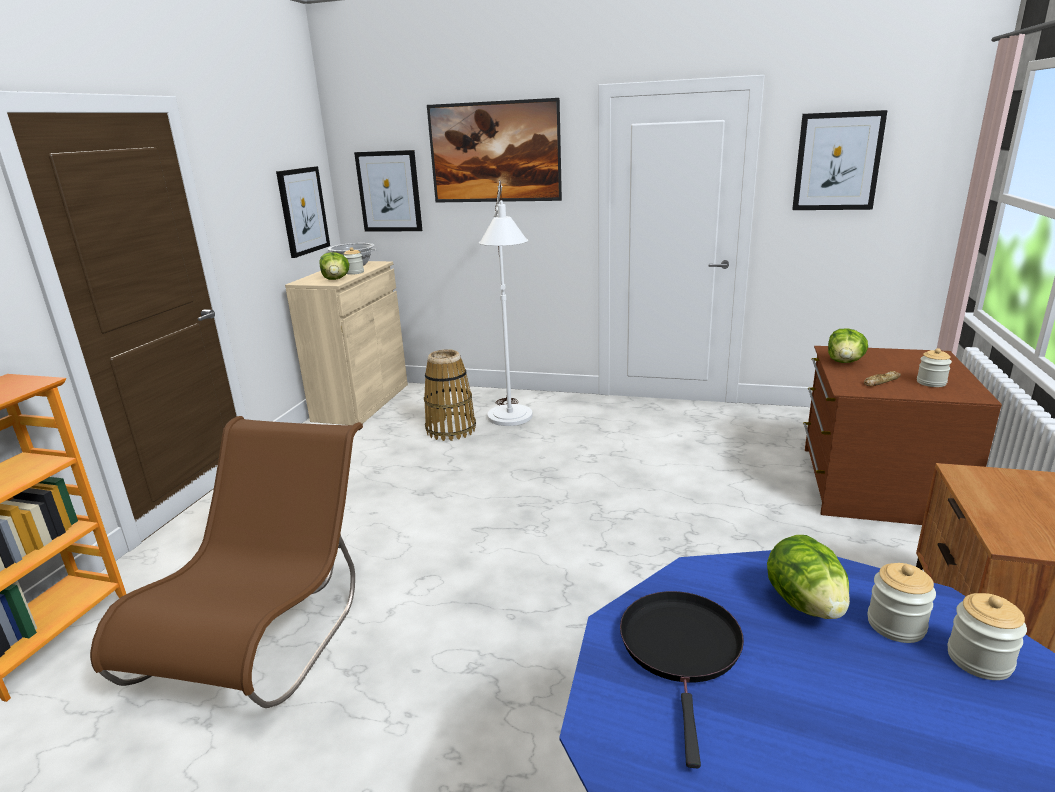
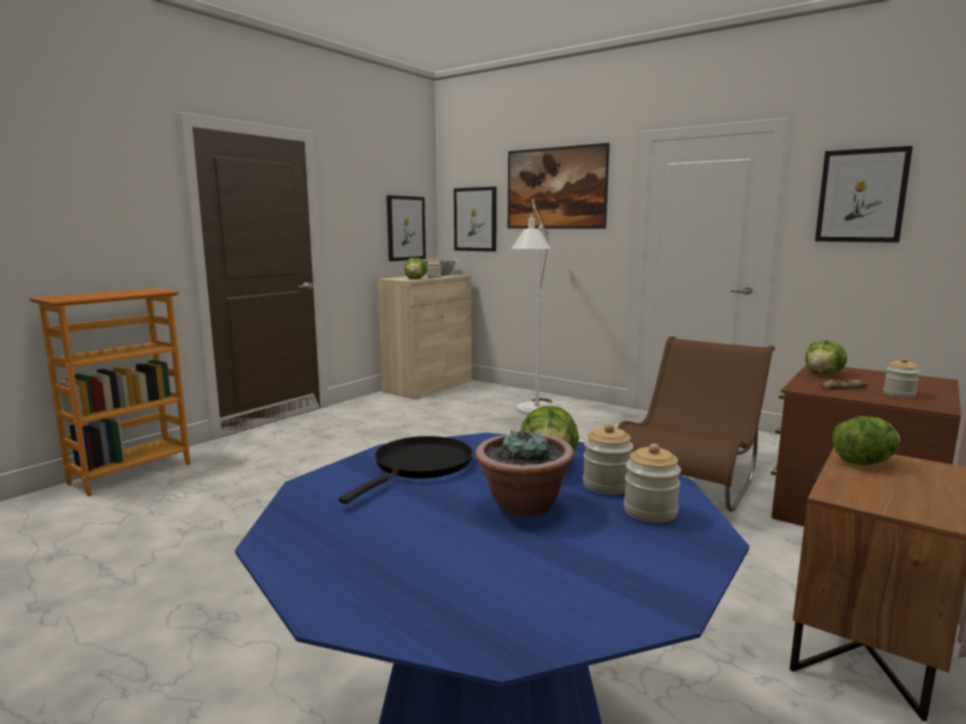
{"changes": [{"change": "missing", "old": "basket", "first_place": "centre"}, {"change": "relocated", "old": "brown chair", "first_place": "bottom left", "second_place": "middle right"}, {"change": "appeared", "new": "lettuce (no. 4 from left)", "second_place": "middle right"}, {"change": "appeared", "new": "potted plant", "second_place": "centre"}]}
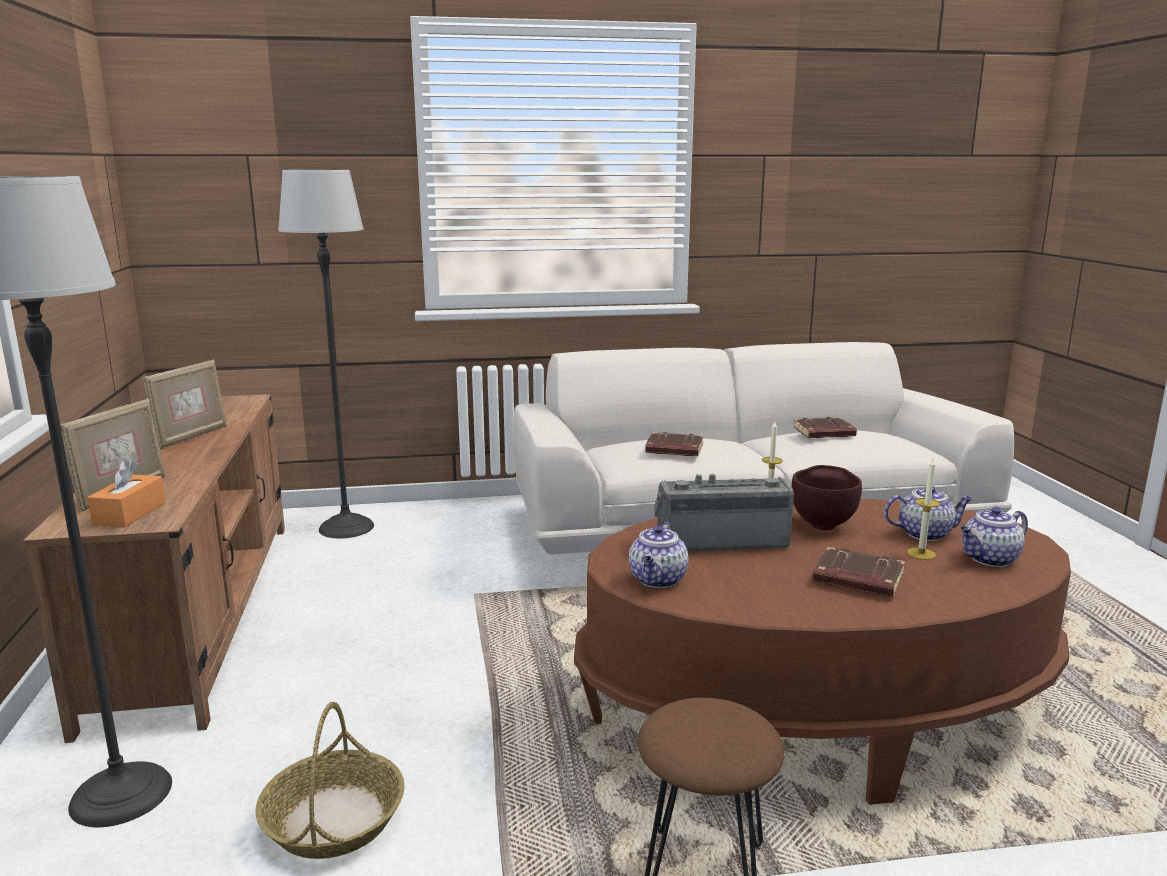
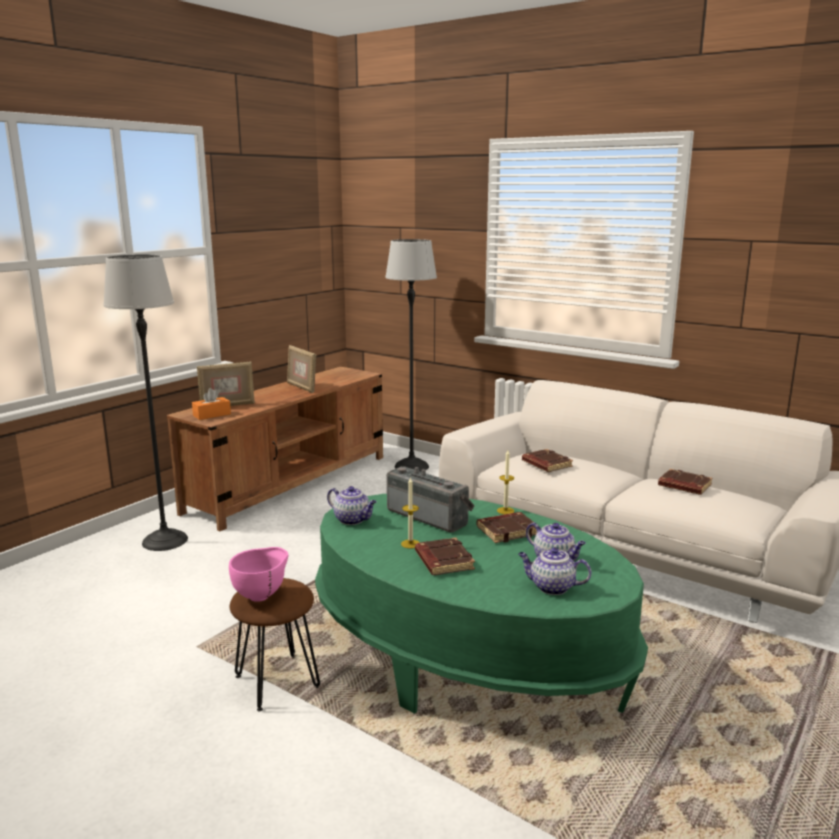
{"changes": [{"change": "spun", "old": "picture frame (no. 2 from left)", "first_place": "middle left", "second_place": "centre", "degrees": 75}, {"change": "relocated", "old": "candle (no. 2 from left in the first image)", "new": "candle (no. 1 from left)", "first_place": "middle right", "second_place": "centre"}, {"change": "exchanged", "old": "brown bowl", "new": "brown book (no. 2 from left)", "first_place": "middle right", "second_place": "centre"}, {"change": "colour", "old": "brown coffee table", "new": "green coffee table", "first_place": "bottom right", "second_place": "bottom centre"}, {"change": "spun", "old": "teapot (no. 1 from left)", "first_place": "centre", "second_place": "centre", "degrees": -120}, {"change": "missing", "old": "basket", "first_place": "bottom left"}, {"change": "appeared", "new": "pink bowl", "second_place": "bottom left"}]}
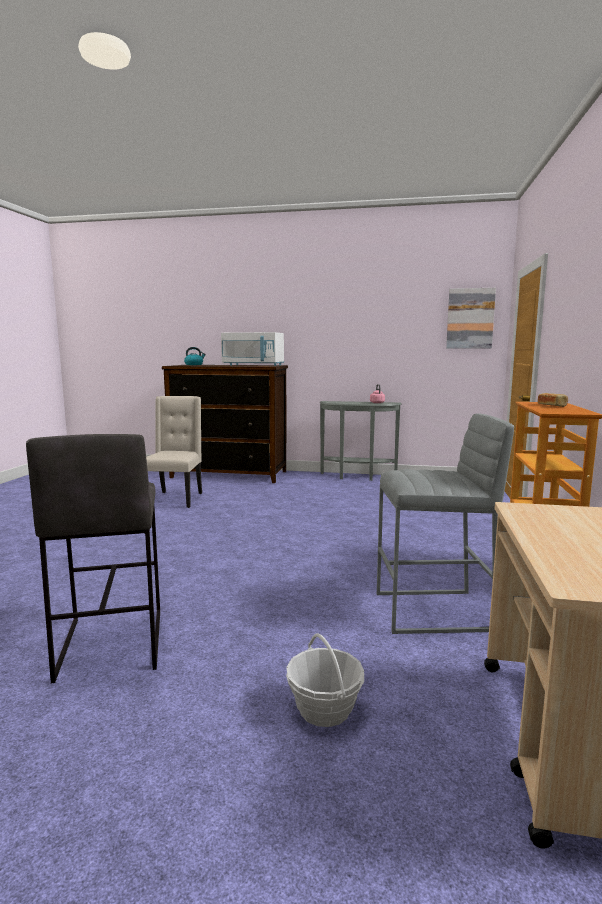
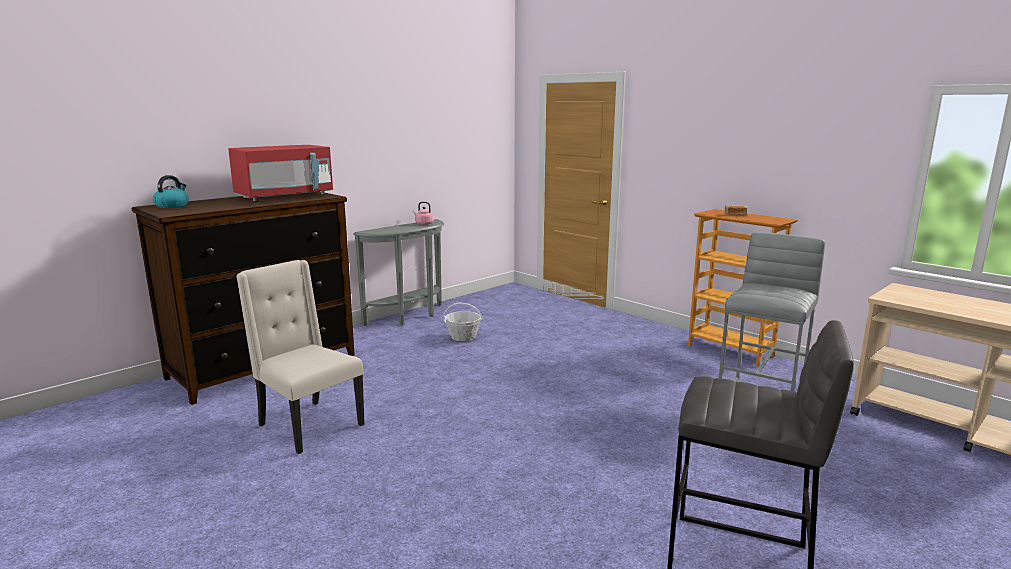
{"changes": [{"change": "missing", "old": "picture", "first_place": "middle right"}, {"change": "colour", "old": "white microwave", "new": "red microwave", "first_place": "centre", "second_place": "top left"}, {"change": "relocated", "old": "basket", "first_place": "bottom centre", "second_place": "centre"}]}
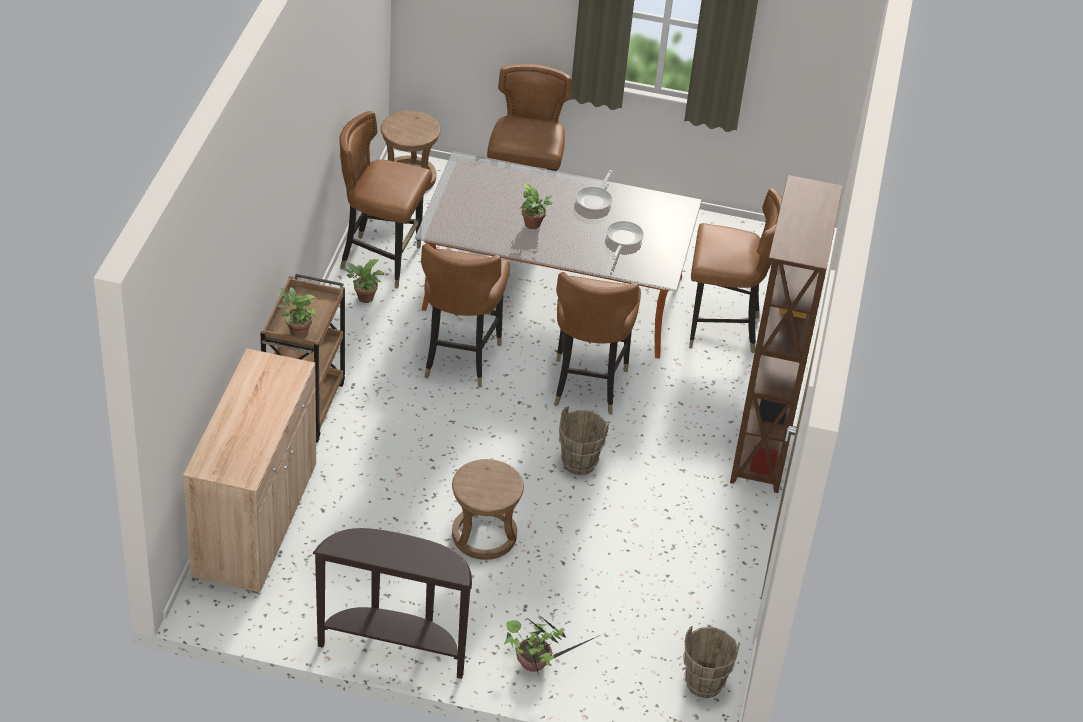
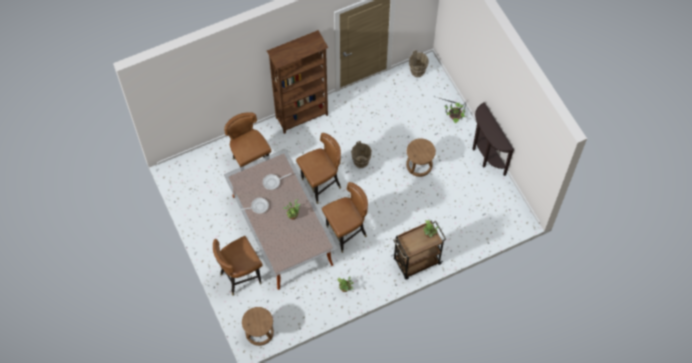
{"changes": [{"change": "missing", "old": "brown chair (no. 1 from left)", "first_place": "top centre"}, {"change": "missing", "old": "beige cabinet", "first_place": "middle left"}]}
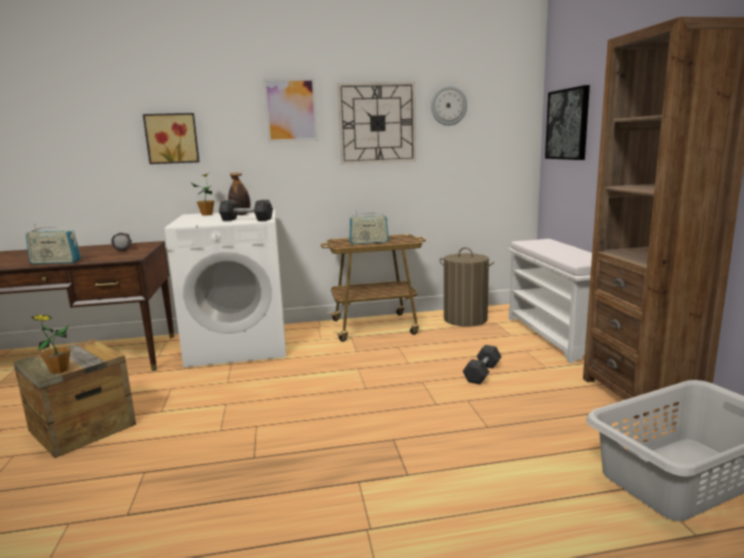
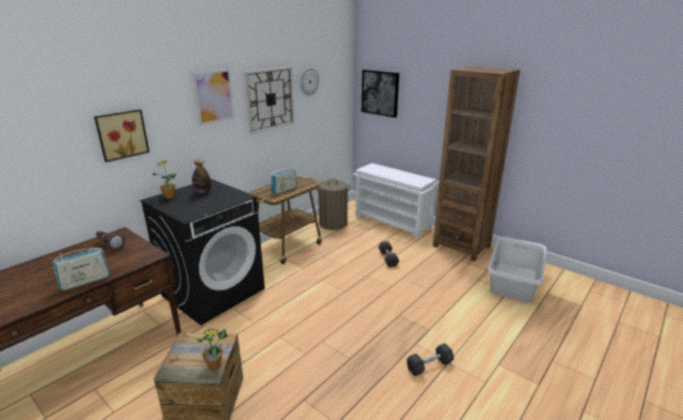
{"changes": [{"change": "relocated", "old": "grey dumbbell (no. 1 from left in the first image)", "new": "grey dumbbell (no. 2 from left)", "first_place": "middle left", "second_place": "bottom centre"}, {"change": "colour", "old": "white washing machine", "new": "black washing machine", "first_place": "middle left", "second_place": "middle left"}]}
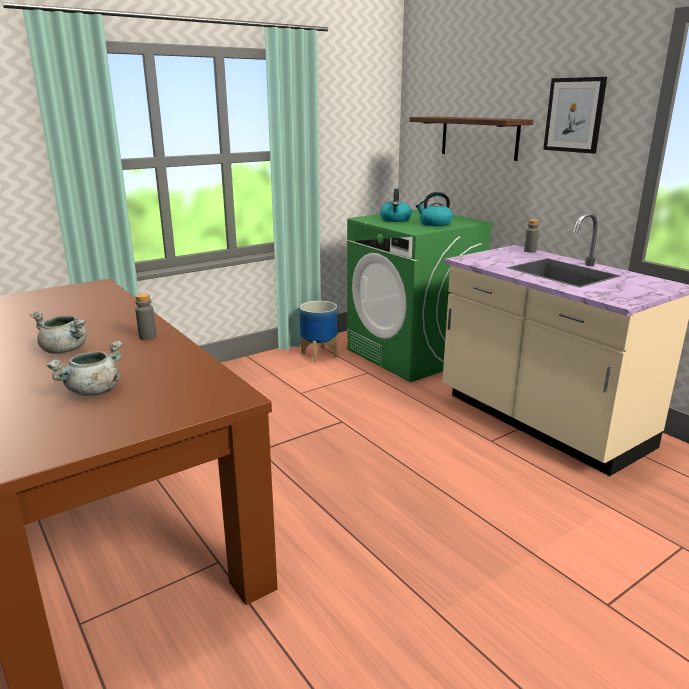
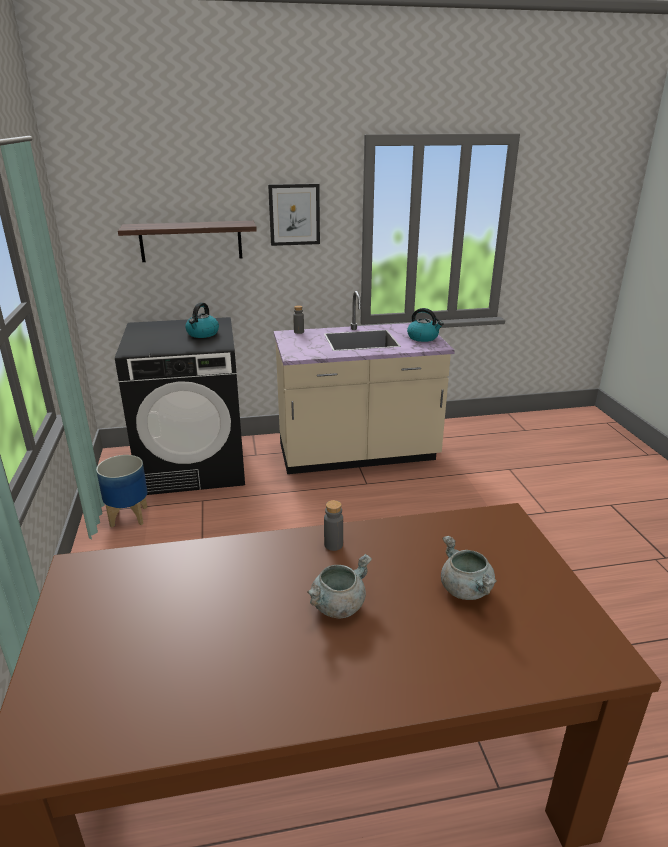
{"changes": [{"change": "relocated", "old": "kettle (no. 1 from left in the first image)", "new": "kettle (no. 2 from left)", "first_place": "top centre", "second_place": "centre"}, {"change": "colour", "old": "green washing machine", "new": "black washing machine", "first_place": "centre", "second_place": "middle left"}]}
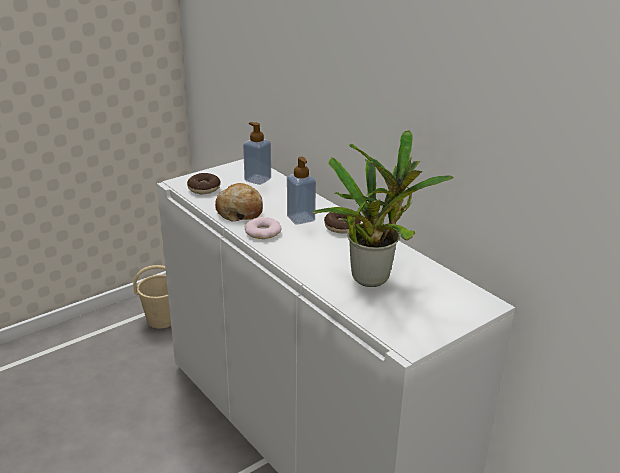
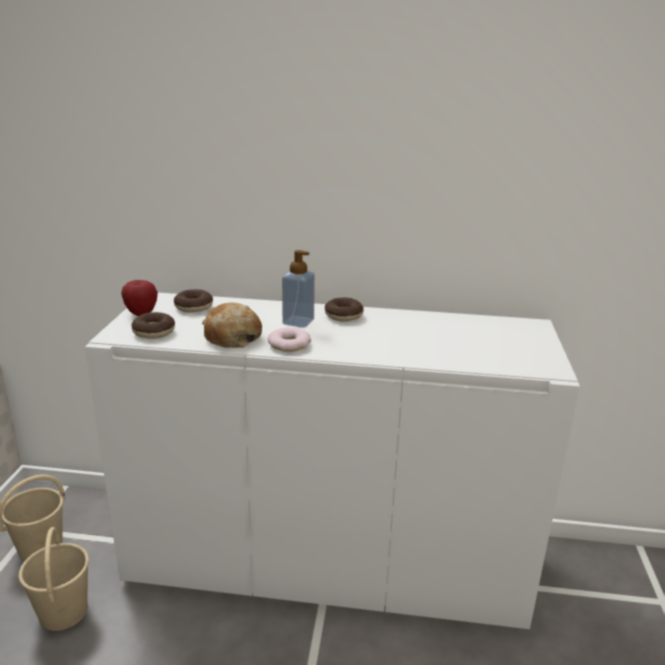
{"changes": [{"change": "exchanged", "old": "soap dispenser (no. 1 from left)", "new": "donut (no. 2 from left)", "first_place": "top centre", "second_place": "middle left"}, {"change": "missing", "old": "potted plant", "first_place": "centre"}, {"change": "appeared", "new": "apple", "second_place": "middle left"}, {"change": "appeared", "new": "beige bucket (no. 2 from left)", "second_place": "bottom left"}]}
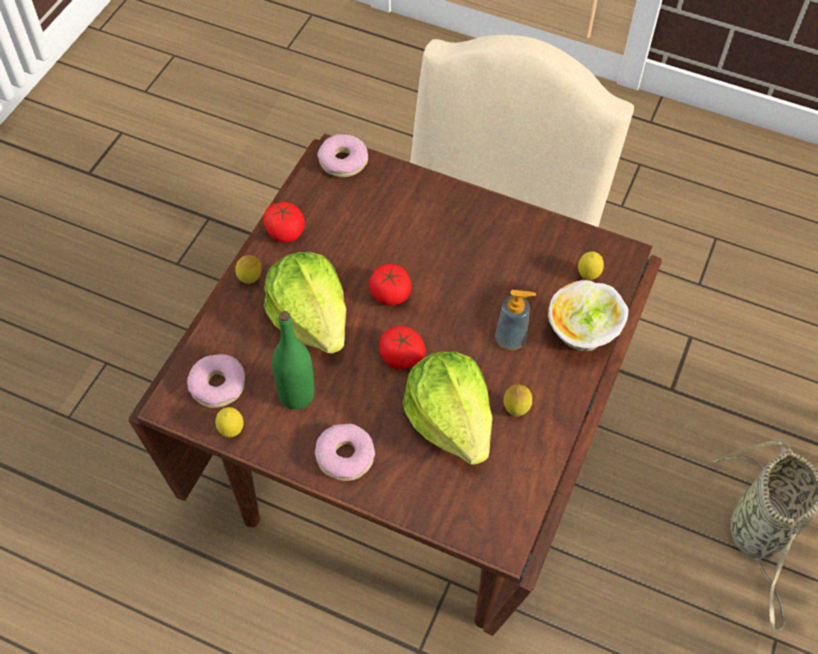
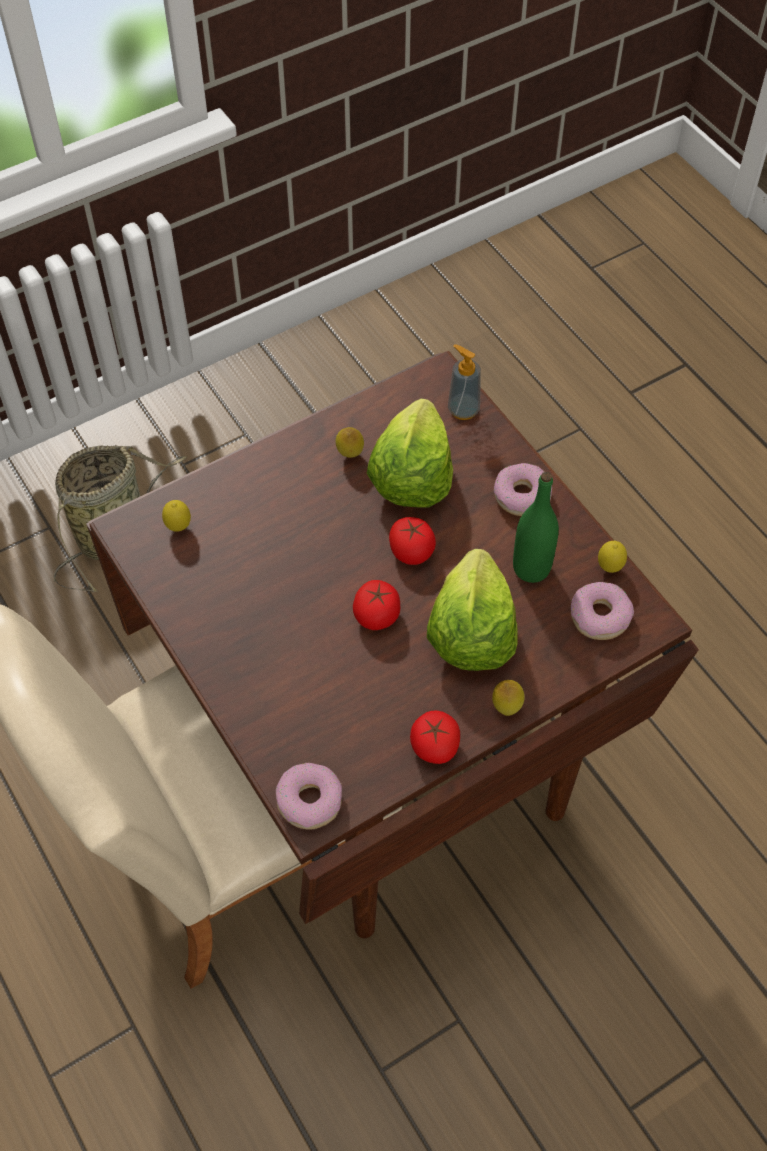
{"changes": [{"change": "missing", "old": "bowl", "first_place": "middle right"}, {"change": "relocated", "old": "soap dispenser", "first_place": "centre", "second_place": "top centre"}]}
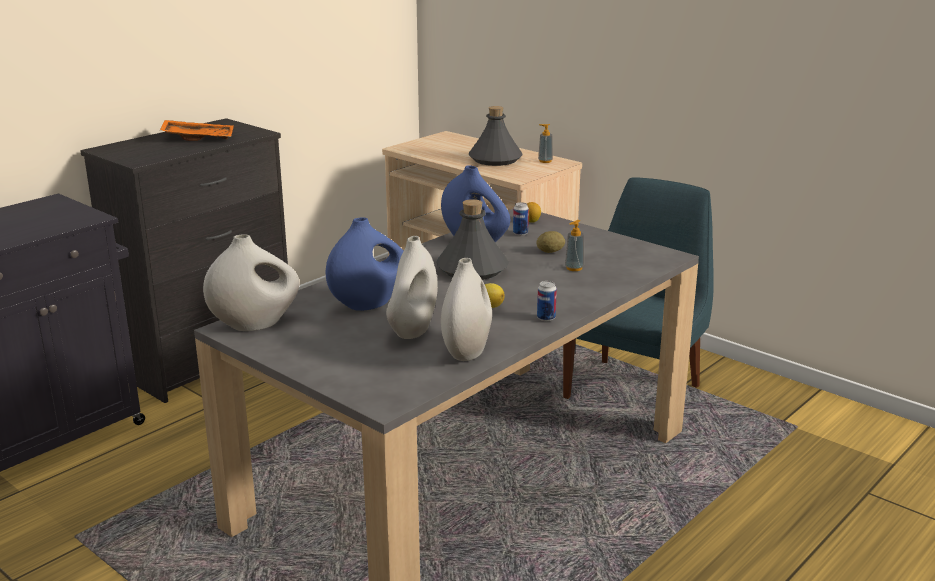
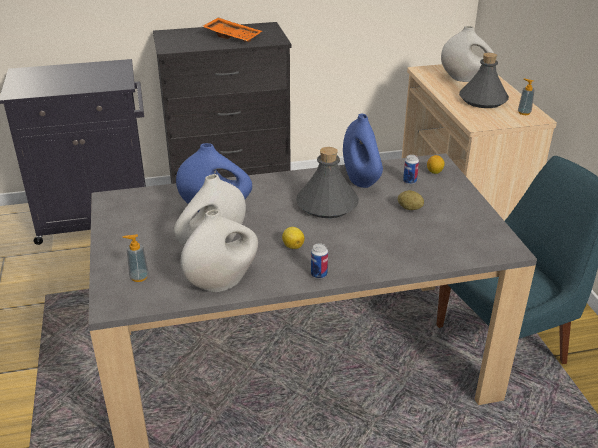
{"changes": [{"change": "relocated", "old": "soap dispenser (no. 2 from left in the first image)", "new": "soap dispenser (no. 1 from left)", "first_place": "centre", "second_place": "middle left"}, {"change": "relocated", "old": "white vase (no. 1 from left in the first image)", "new": "white vase (no. 3 from left)", "first_place": "middle left", "second_place": "top right"}]}
